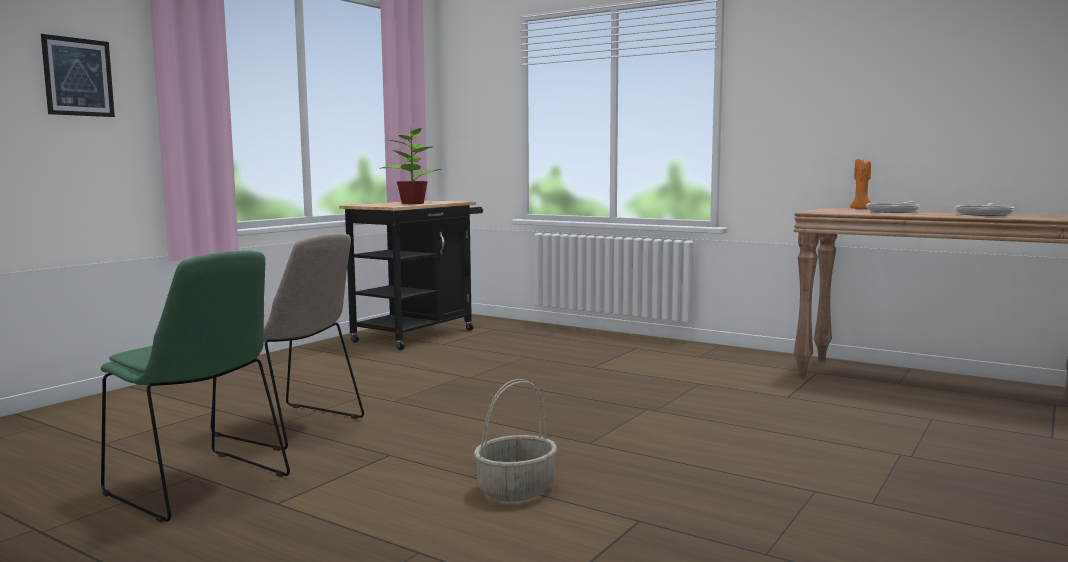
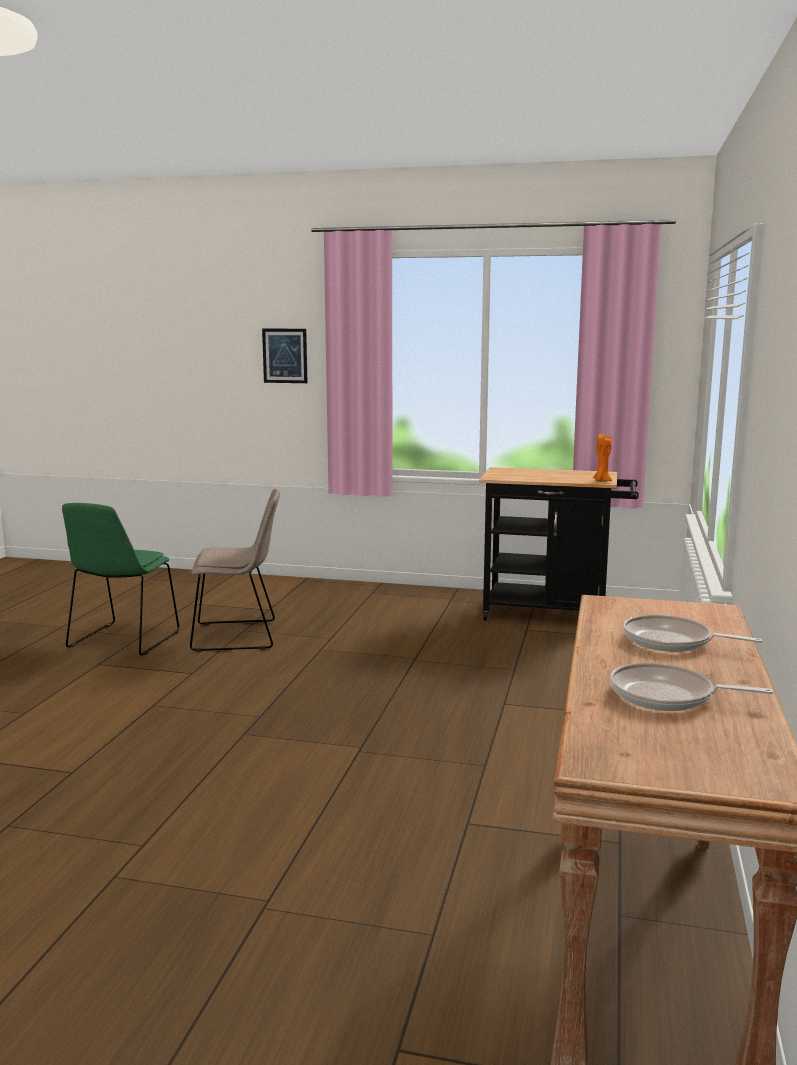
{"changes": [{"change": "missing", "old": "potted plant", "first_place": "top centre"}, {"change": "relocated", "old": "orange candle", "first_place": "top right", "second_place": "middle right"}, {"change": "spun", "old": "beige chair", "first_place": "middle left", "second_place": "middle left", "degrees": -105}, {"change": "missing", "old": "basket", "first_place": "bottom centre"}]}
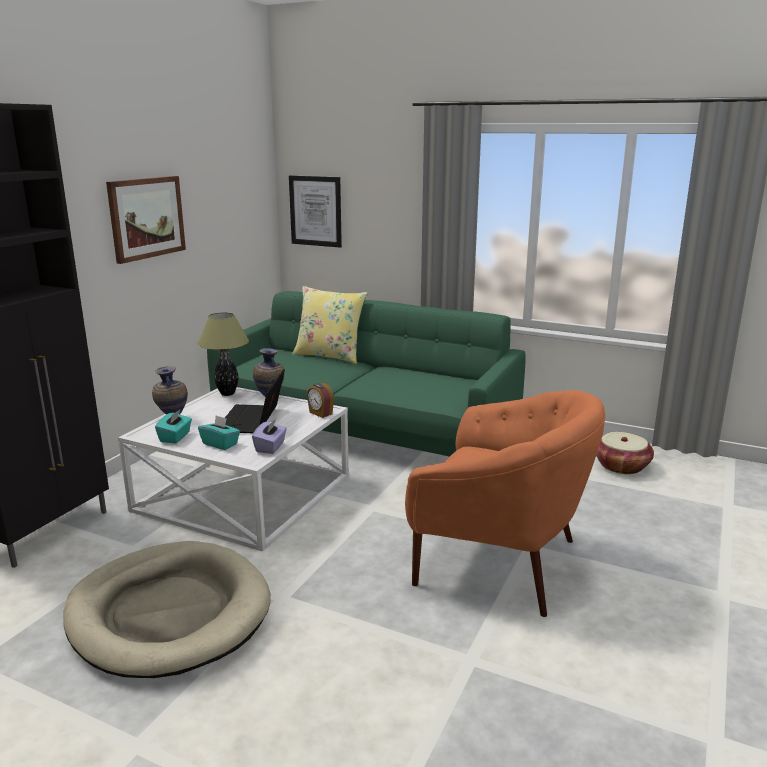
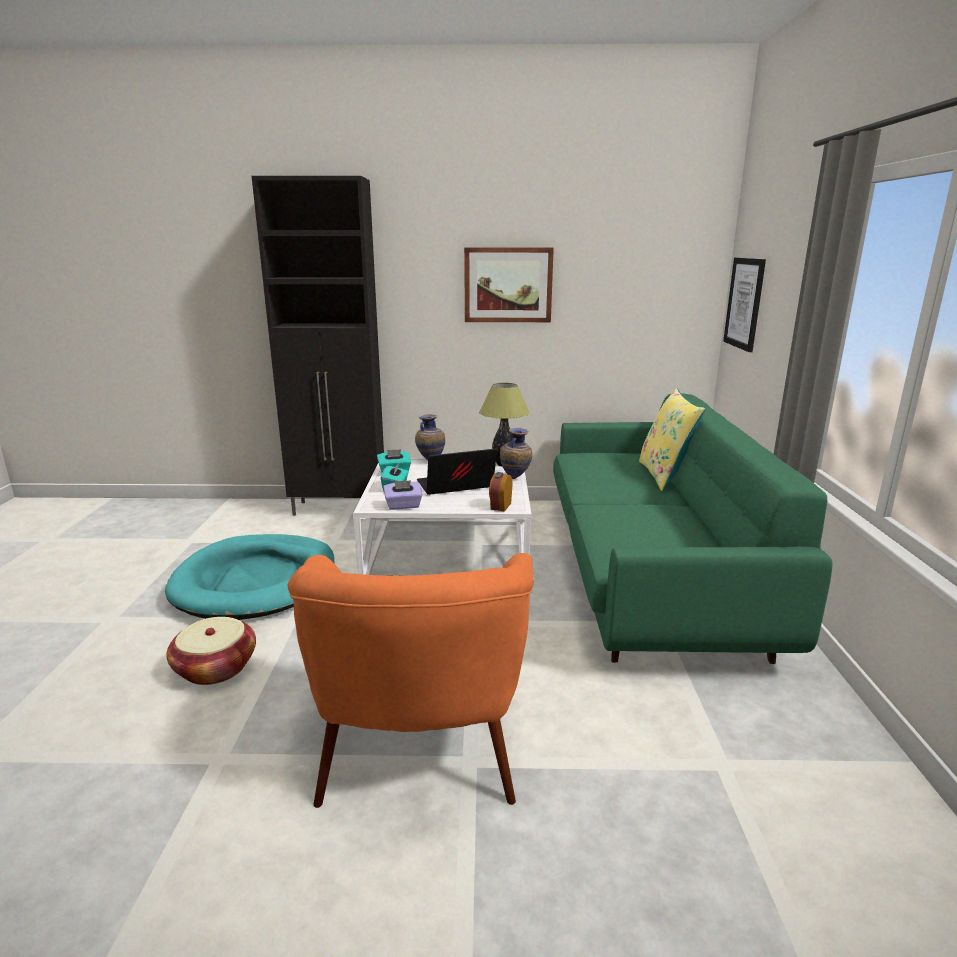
{"changes": [{"change": "relocated", "old": "basket", "first_place": "middle right", "second_place": "bottom left"}, {"change": "colour", "old": "beige dog bed", "new": "turquoise dog bed", "first_place": "bottom left", "second_place": "middle left"}]}
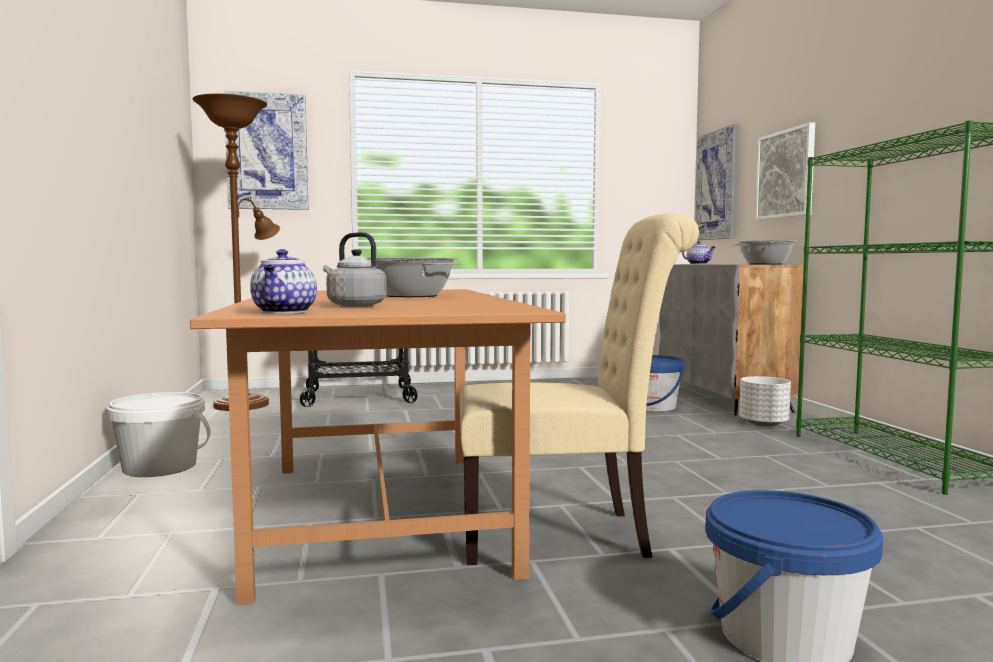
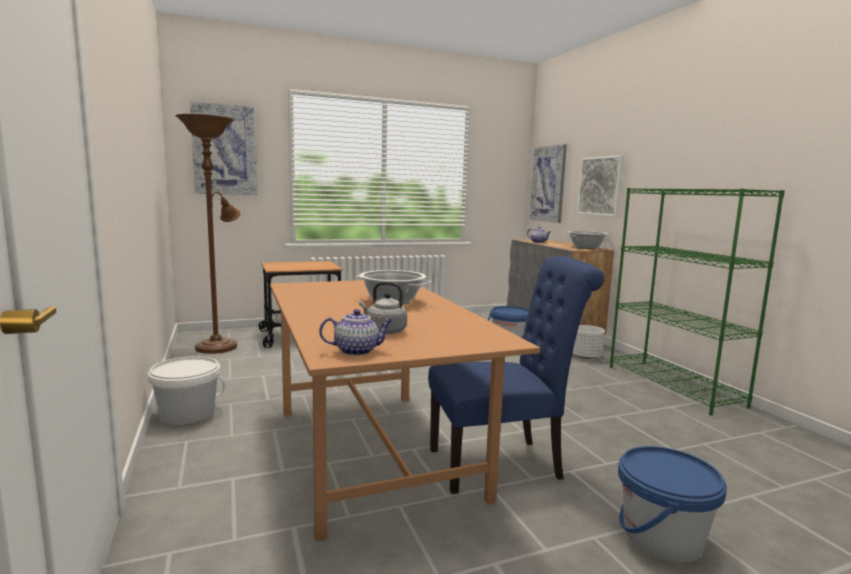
{"changes": [{"change": "colour", "old": "beige chair", "new": "blue chair", "first_place": "centre", "second_place": "centre"}, {"change": "spun", "old": "teapot (no. 1 from left)", "first_place": "middle left", "second_place": "centre", "degrees": -90}]}
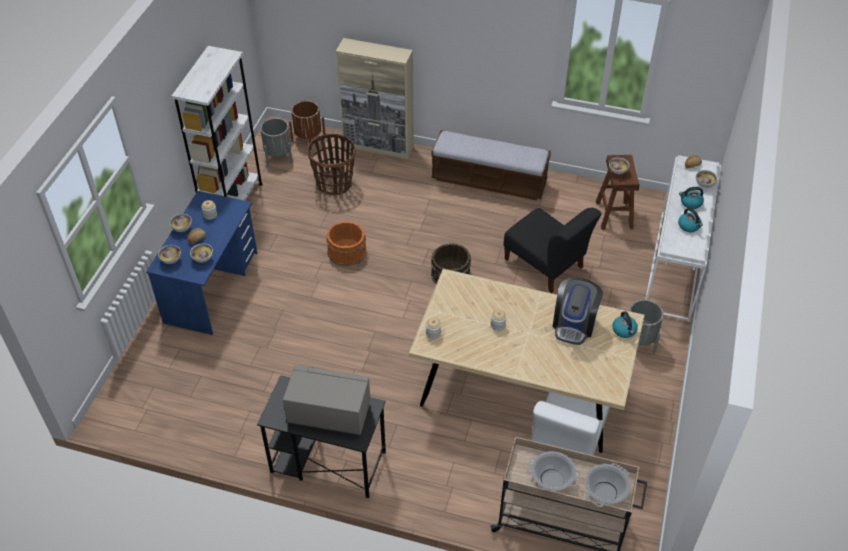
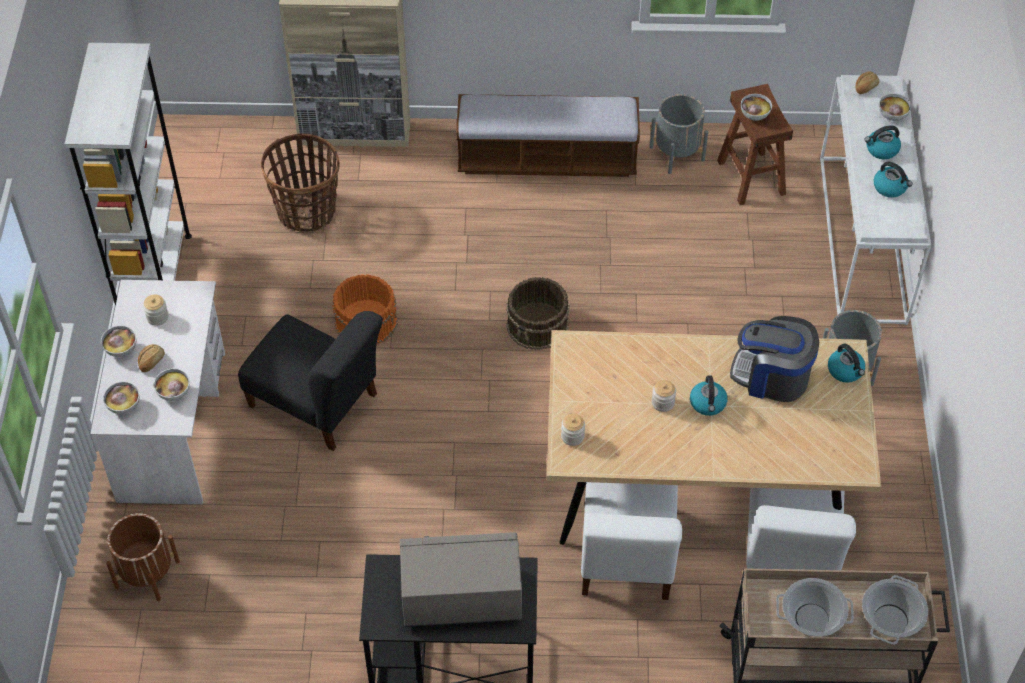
{"changes": [{"change": "relocated", "old": "brown planter", "first_place": "top centre", "second_place": "bottom left"}, {"change": "relocated", "old": "grey planter (no. 1 from left)", "first_place": "top left", "second_place": "top centre"}, {"change": "colour", "old": "blue desk", "new": "white desk", "first_place": "middle left", "second_place": "middle left"}, {"change": "relocated", "old": "black chair", "first_place": "centre", "second_place": "middle left"}, {"change": "spun", "old": "coffee machine", "first_place": "middle right", "second_place": "middle right", "degrees": 105}, {"change": "appeared", "new": "kettle (no. 1 from left)", "second_place": "middle right"}, {"change": "appeared", "new": "white chair (no. 1 from left)", "second_place": "bottom centre"}]}
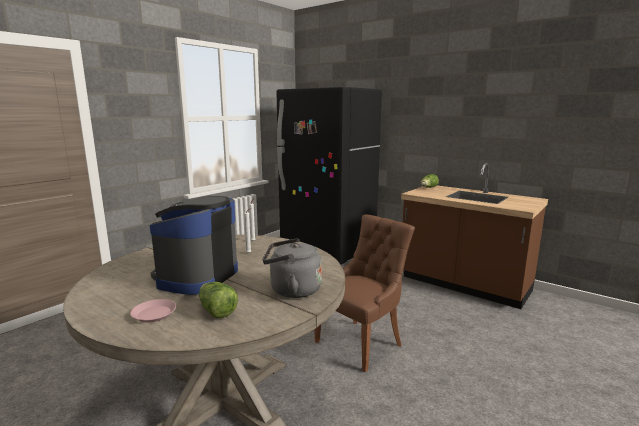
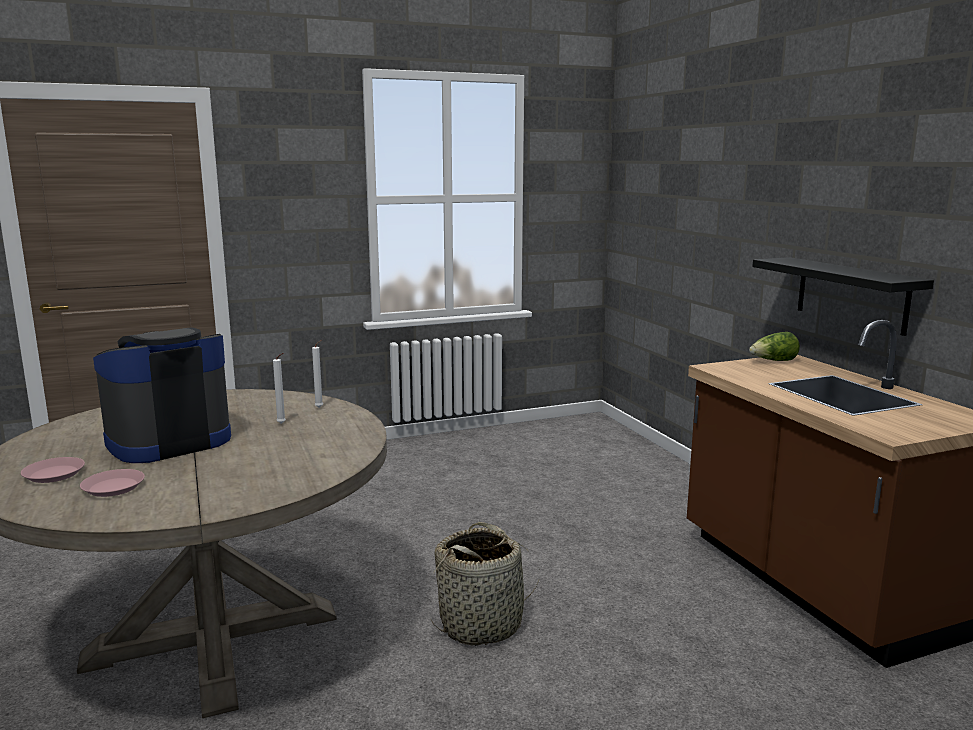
{"changes": [{"change": "missing", "old": "black fridge", "first_place": "centre"}, {"change": "exchanged", "old": "brown chair", "new": "basket", "first_place": "bottom centre", "second_place": "bottom centre"}, {"change": "missing", "old": "grey kettle", "first_place": "centre"}, {"change": "exchanged", "old": "lettuce (no. 1 from left)", "new": "pink plate (no. 2 from left)", "first_place": "bottom centre", "second_place": "middle left"}, {"change": "appeared", "new": "black shelf", "second_place": "middle right"}]}
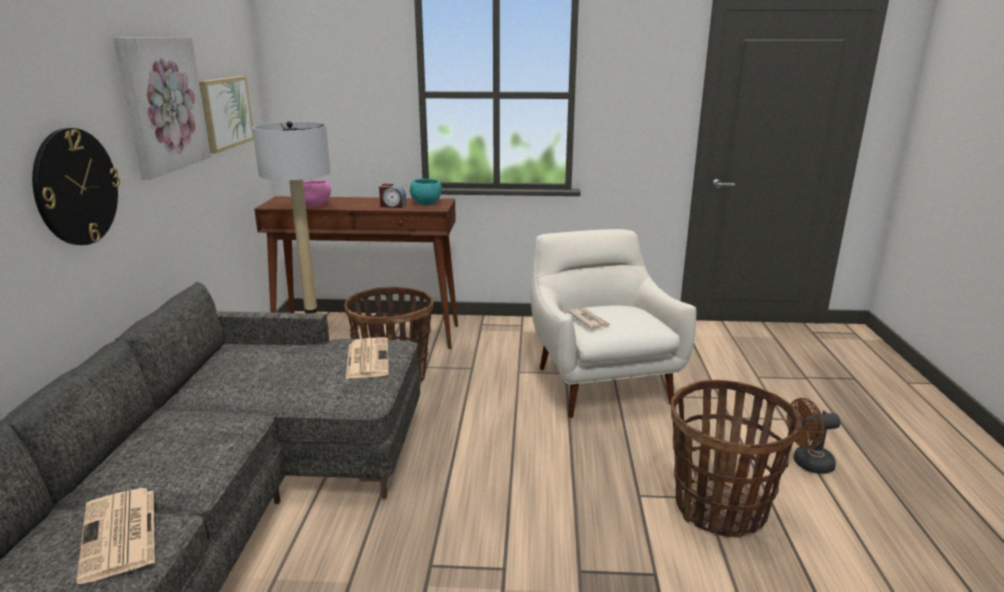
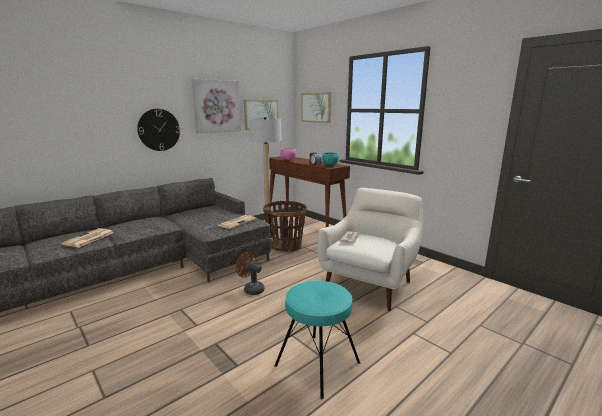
{"changes": [{"change": "exchanged", "old": "basket (no. 2 from left)", "new": "turquoise stool", "first_place": "bottom right", "second_place": "bottom centre"}, {"change": "relocated", "old": "brown fan", "first_place": "bottom right", "second_place": "centre"}, {"change": "appeared", "new": "picture (no. 3 from left)", "second_place": "top centre"}]}
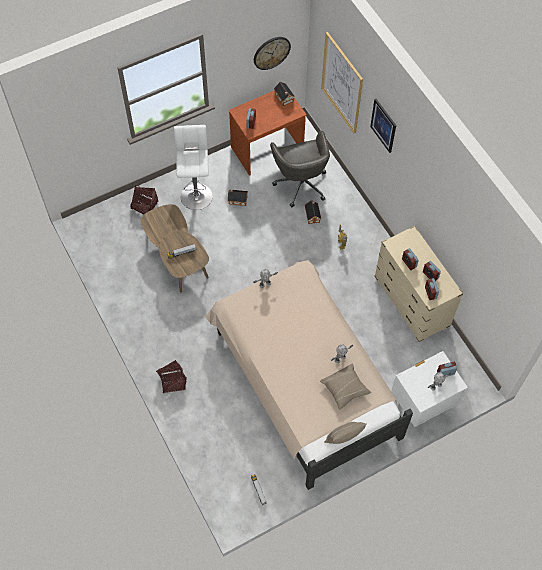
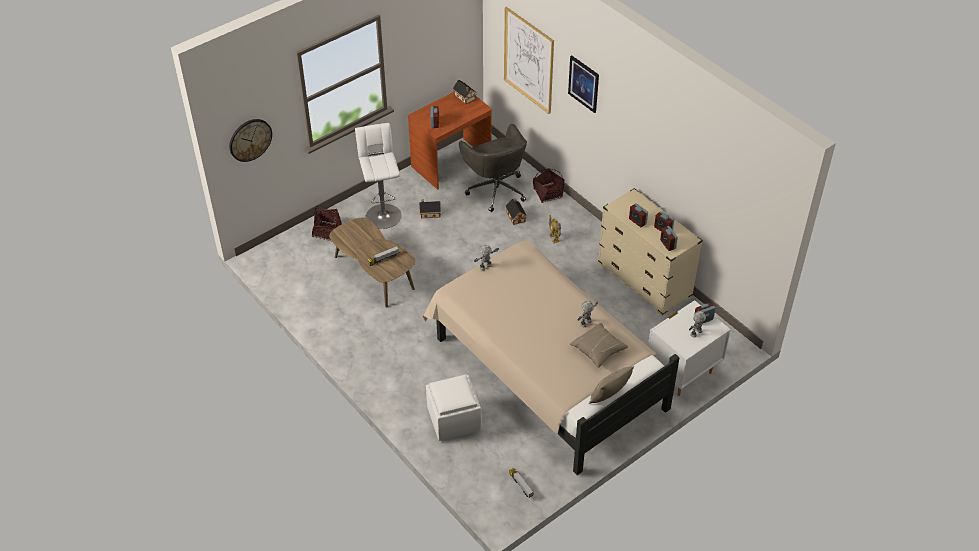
{"changes": [{"change": "relocated", "old": "wall clock", "first_place": "top centre", "second_place": "top left"}, {"change": "relocated", "old": "basket (no. 2 from left)", "first_place": "middle left", "second_place": "centre"}, {"change": "appeared", "new": "white ottoman", "second_place": "bottom centre"}]}
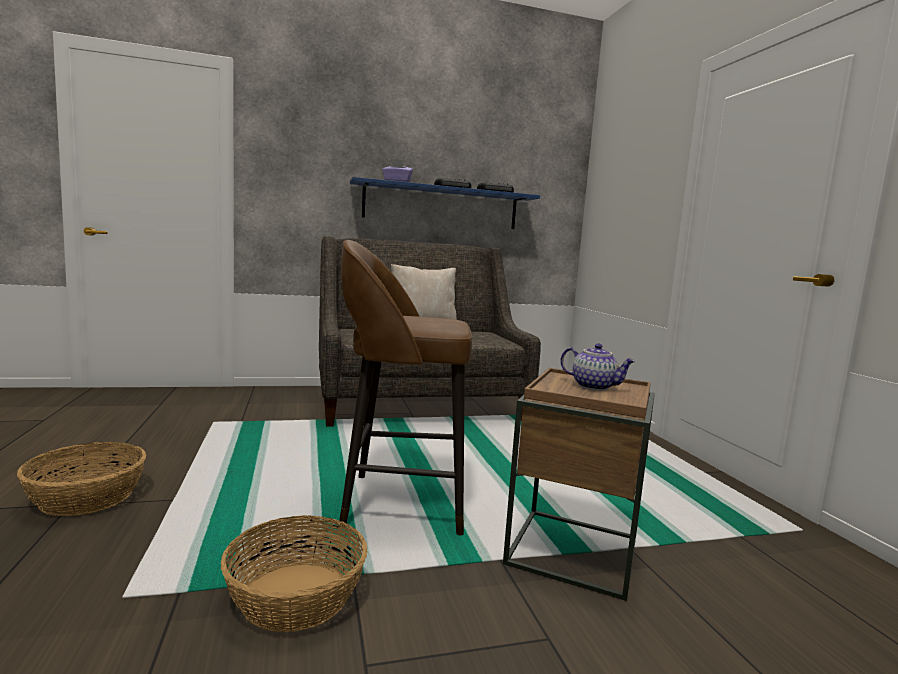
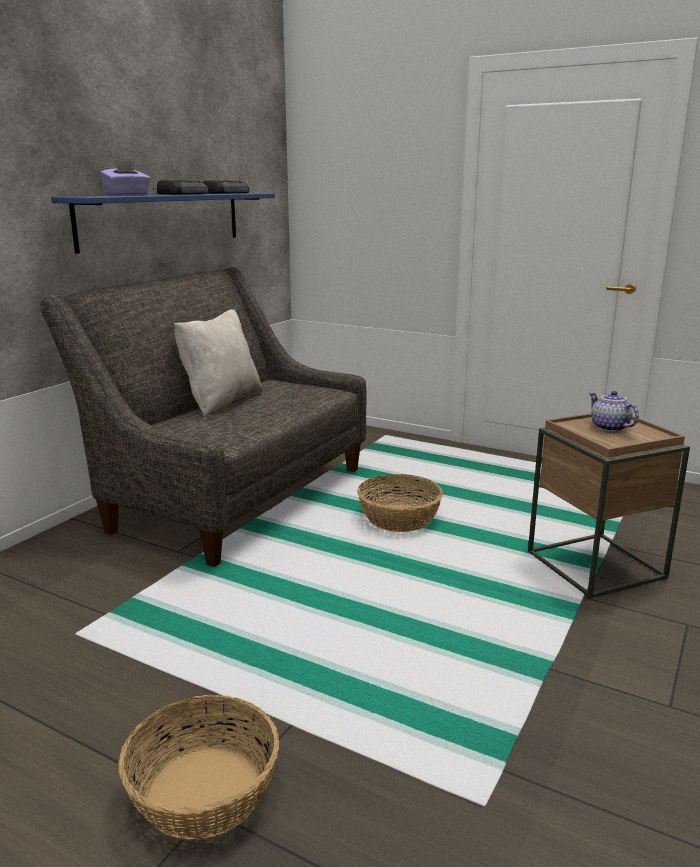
{"changes": [{"change": "missing", "old": "brown stool", "first_place": "centre"}, {"change": "spun", "old": "teapot", "first_place": "centre", "second_place": "middle right", "degrees": -105}, {"change": "relocated", "old": "basket (no. 2 from left)", "first_place": "bottom left", "second_place": "centre"}]}
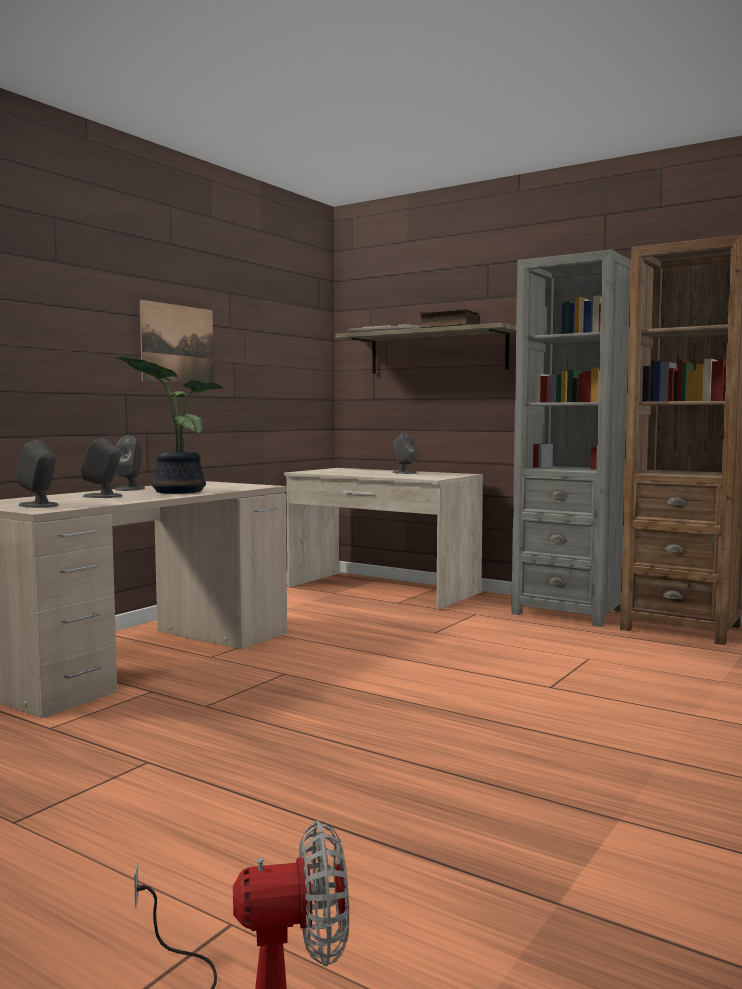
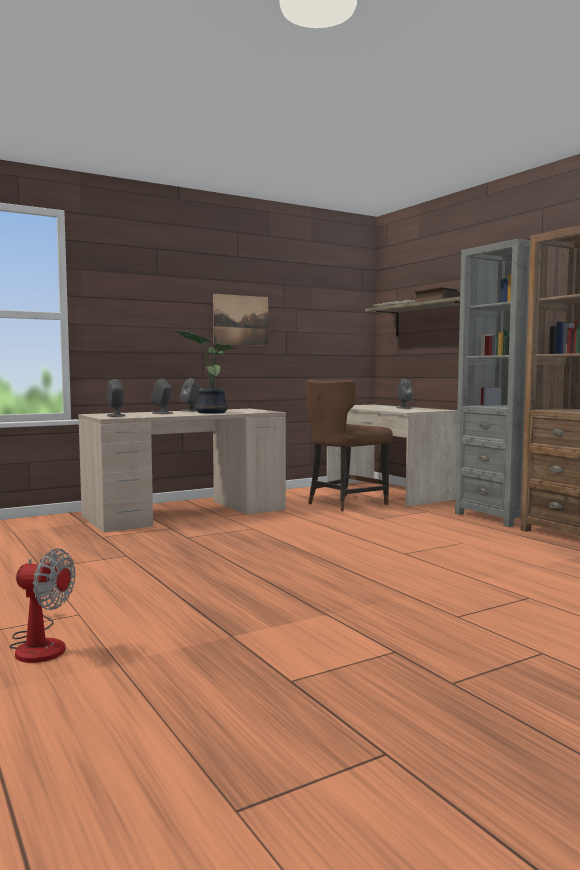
{"changes": [{"change": "appeared", "new": "brown chair", "second_place": "centre"}]}
